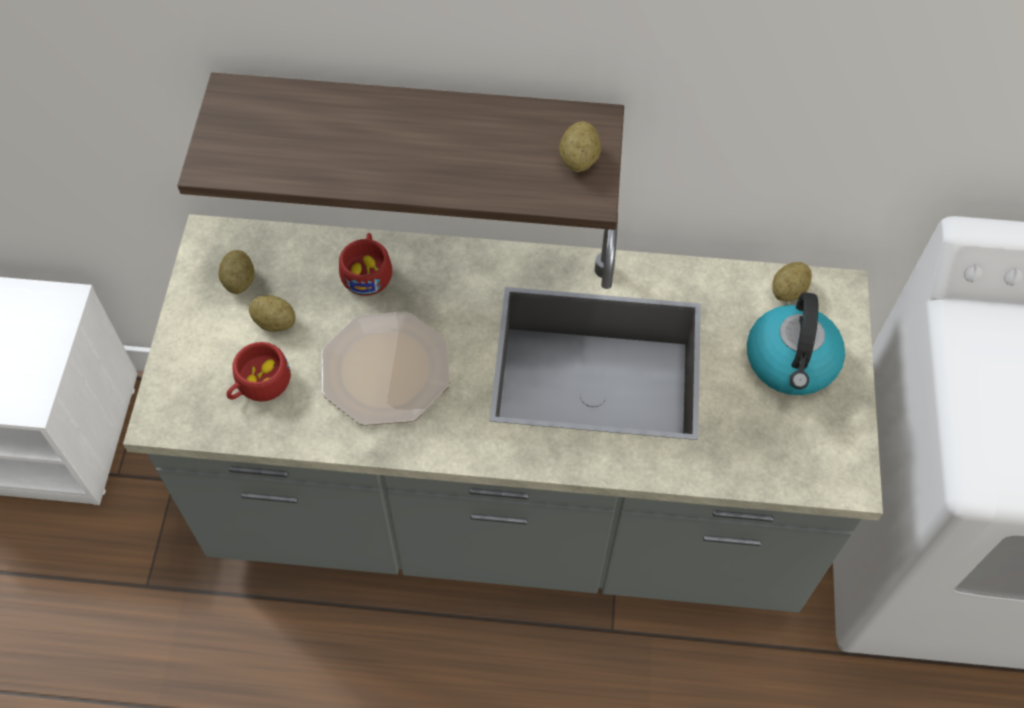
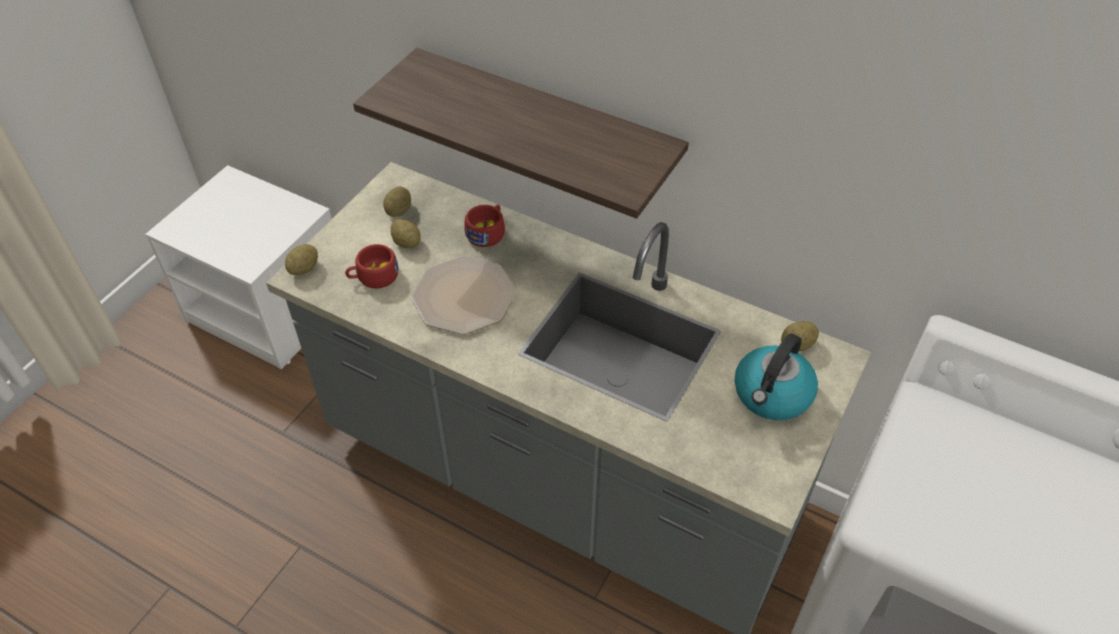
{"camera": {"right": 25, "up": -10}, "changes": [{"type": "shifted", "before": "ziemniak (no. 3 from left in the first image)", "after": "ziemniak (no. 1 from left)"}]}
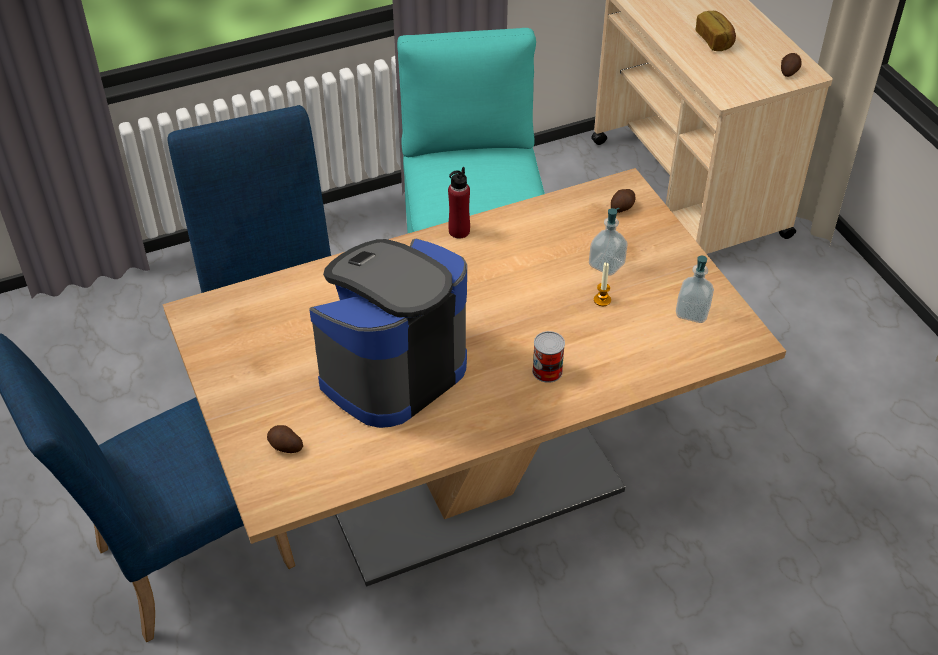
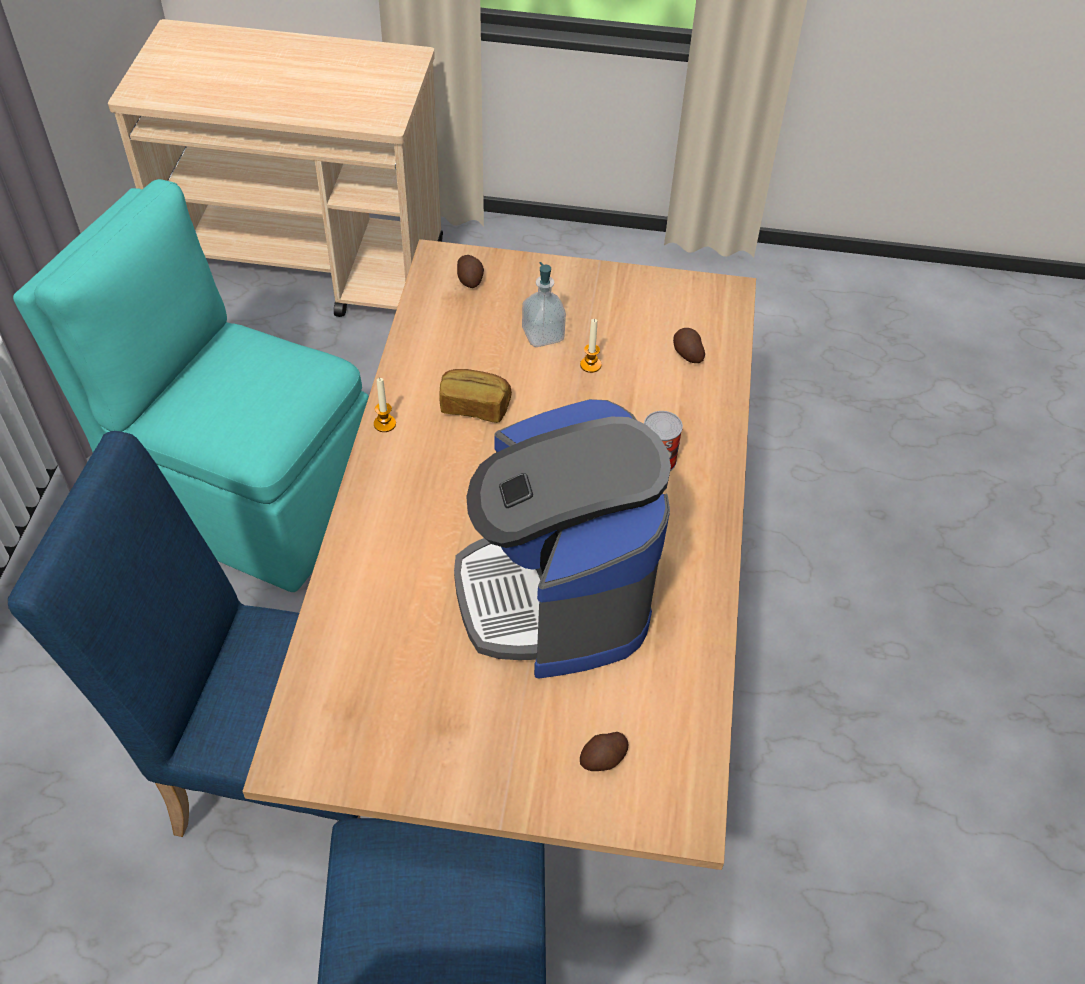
{"camera": {"right": -60, "up": 5}, "changes": [{"type": "gone", "before": "dozownik mydła (no. 2 from left)"}, {"type": "shifted", "before": "chleb"}, {"type": "shifted", "before": "ziemniak (no. 3 from left)"}, {"type": "swapped", "before": "butelka/czerwony", "after": "świeca (no. 1 from left)"}]}
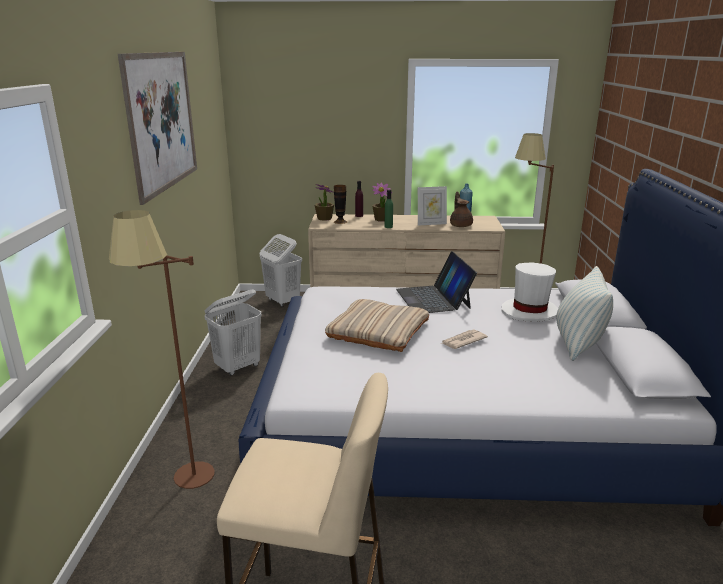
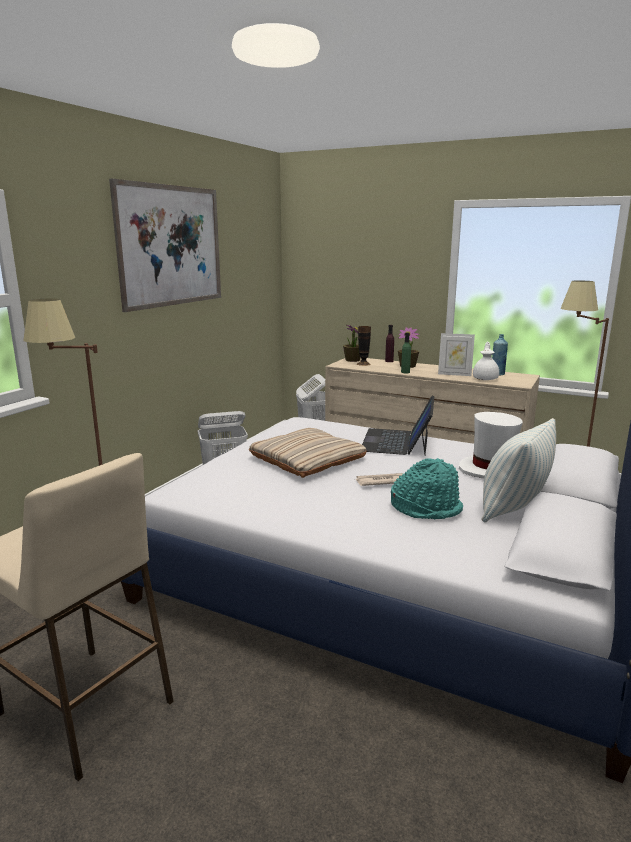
{"camera": {"right": 25, "up": -5}, "changes": [{"type": "new", "after": "kapelusz/turkusowy"}, {"type": "repainted", "before": "imbryk/brązowy", "after": "imbryk/biały"}]}
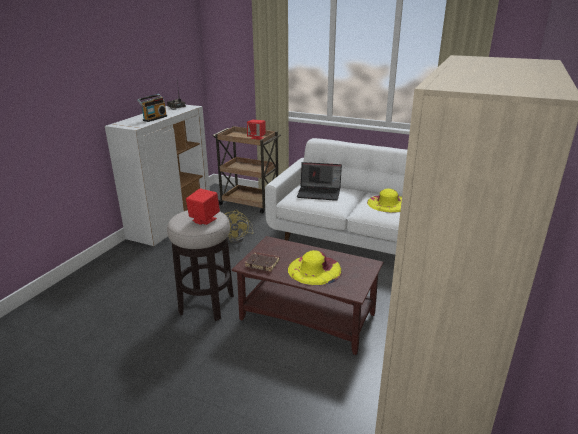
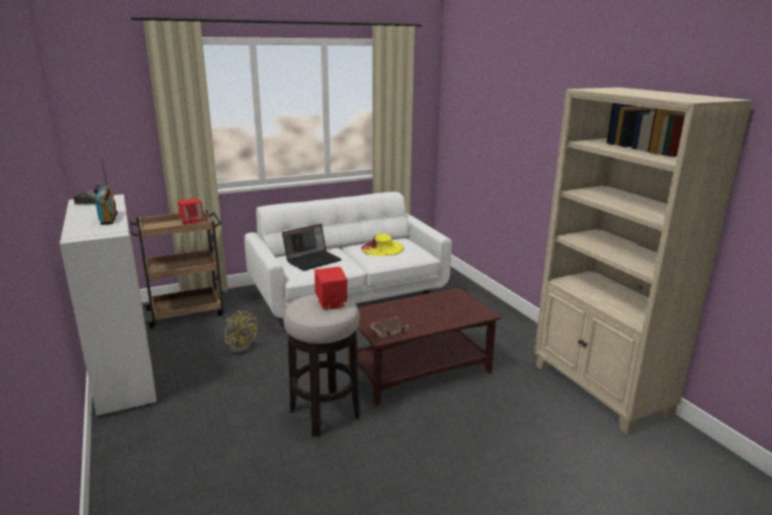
{"camera": {"right": -50, "up": -5}, "changes": [{"type": "gone", "before": "kapelusz/żółty (no. 1 from left)"}]}
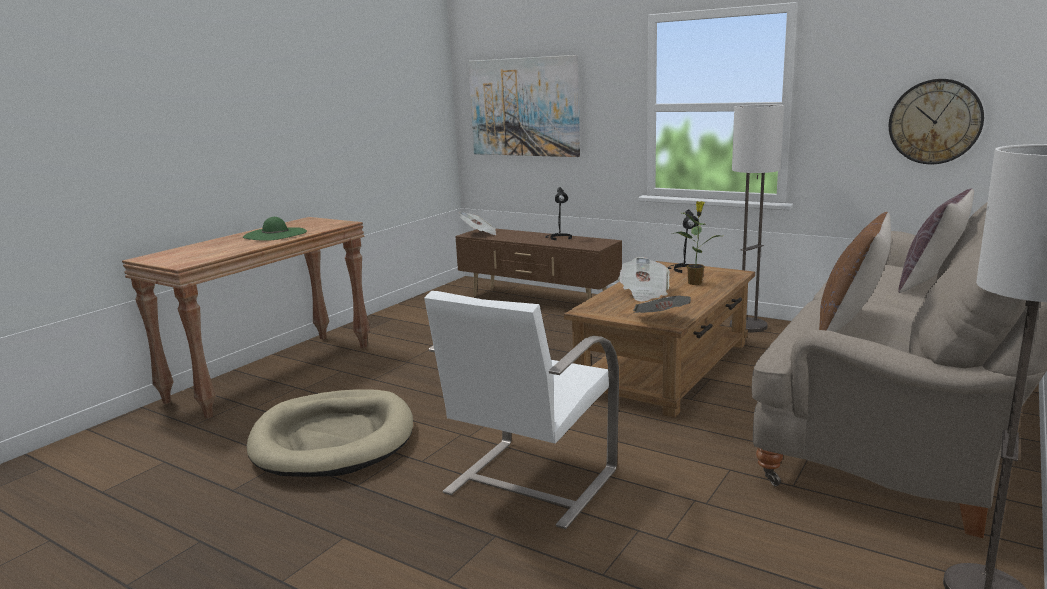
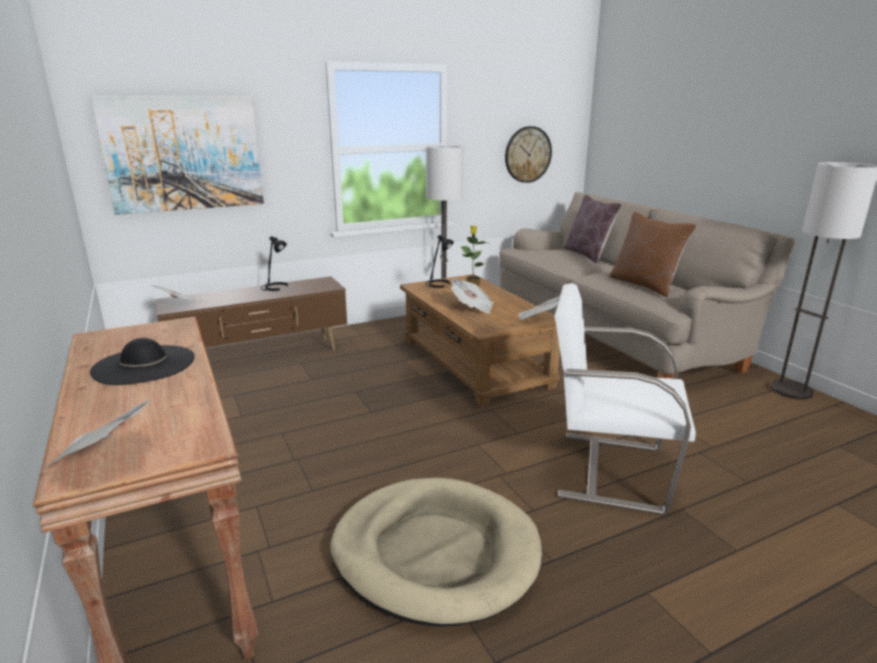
{"camera": {"right": -60, "up": 5}, "changes": [{"type": "new", "after": "gazeta (no. 1 from left)"}, {"type": "repainted", "before": "kapelusz/zielony", "after": "kapelusz/czarny"}, {"type": "rotated", "before": "fotel/biały", "turn": 135}]}
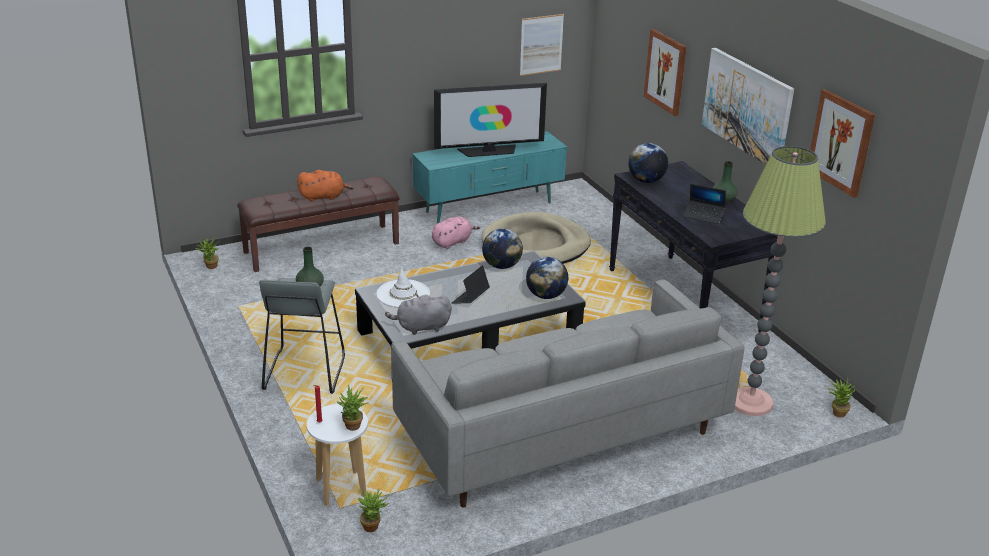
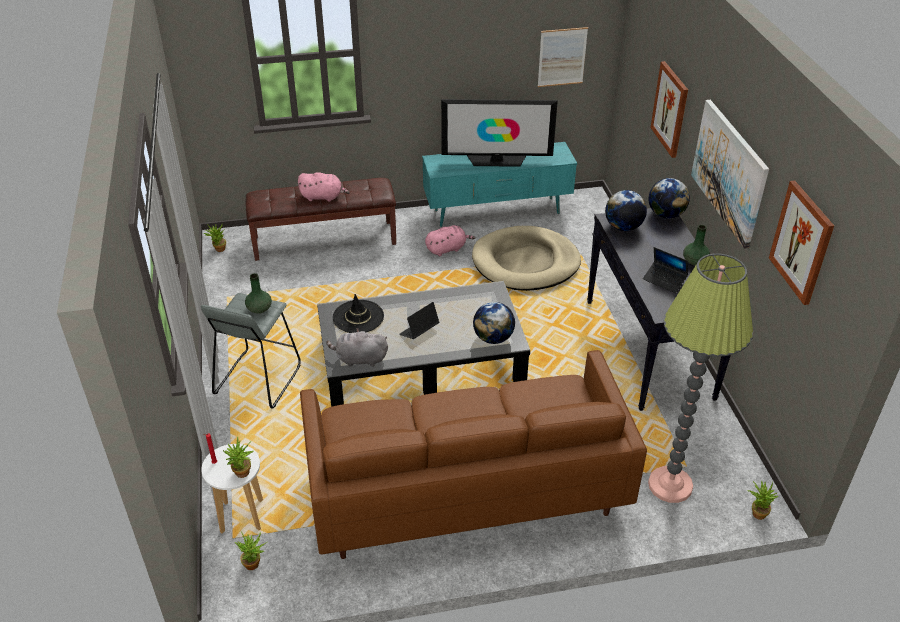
{"camera": {"right": 15, "up": 10}, "changes": [{"type": "shifted", "before": "globus (no. 1 from left in the first image)", "after": "globus (no. 3 from left)"}, {"type": "repainted", "before": "pluszak/pomarańczowy", "after": "pluszak/różowy (no. 1 from left)"}, {"type": "repainted", "before": "kapelusz/biały", "after": "kapelusz/czarny"}, {"type": "repainted", "before": "kanapa/szary", "after": "kanapa/brązowy"}]}
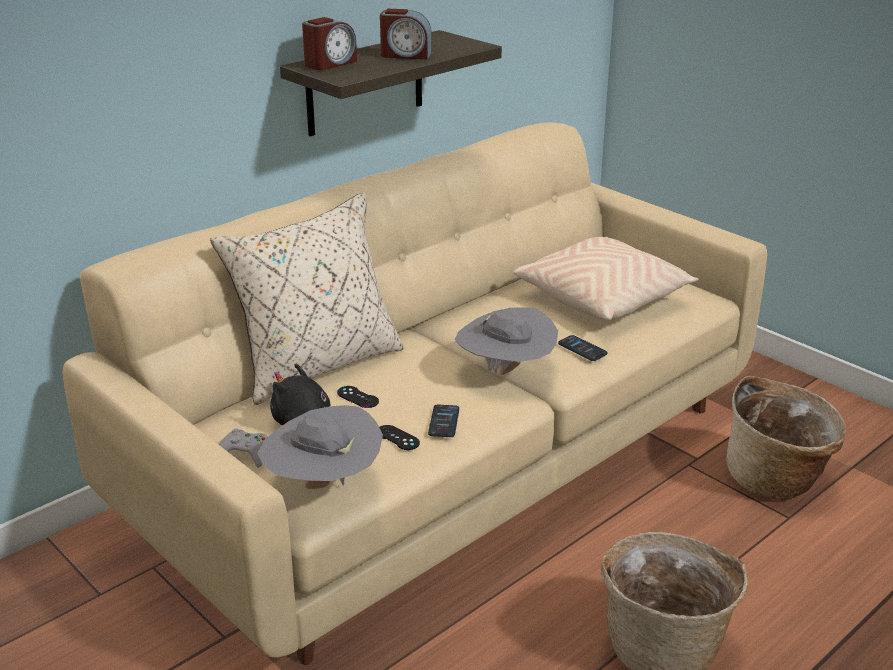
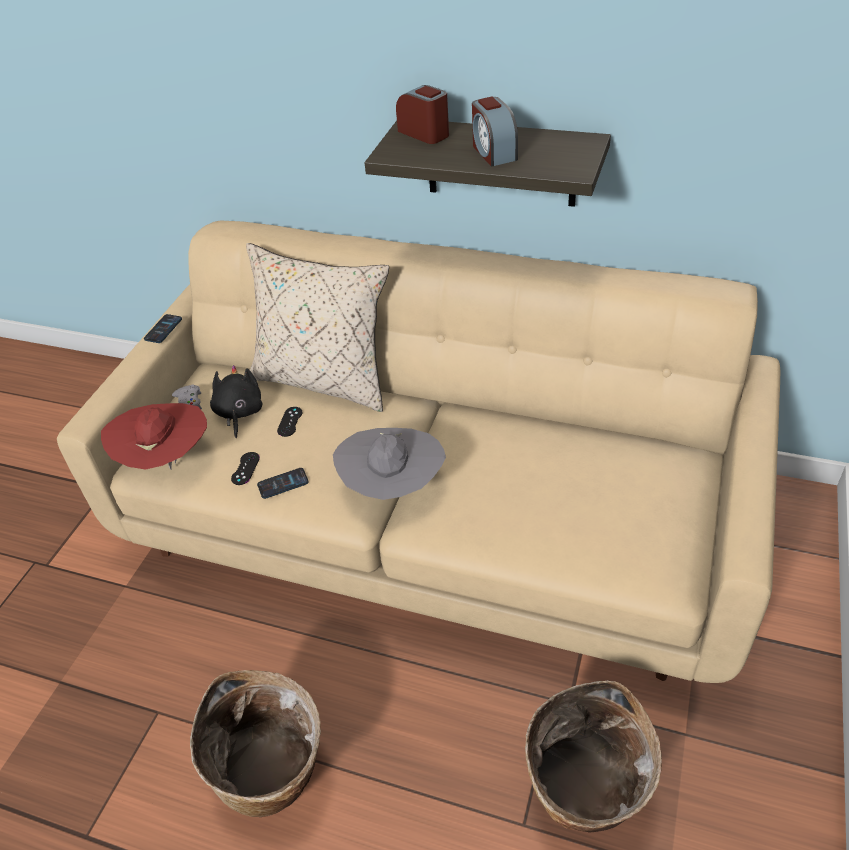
{"camera": {"right": 65, "up": 15}, "changes": [{"type": "gone", "before": "poduszka/beżowy (no. 2 from left)"}, {"type": "shifted", "before": "telefon (no. 2 from left in the first image)", "after": "telefon (no. 1 from left)"}, {"type": "repainted", "before": "kapelusz/szary (no. 1 from left)", "after": "kapelusz/czerwony"}, {"type": "rotated", "before": "budzik (no. 1 from left)", "turn": -150}]}
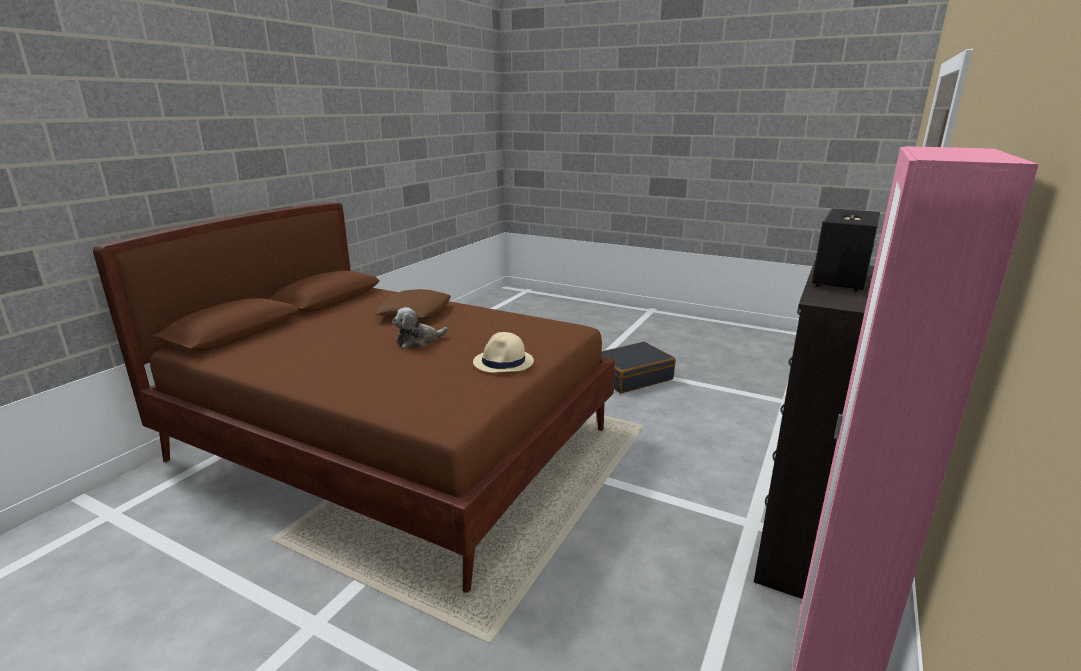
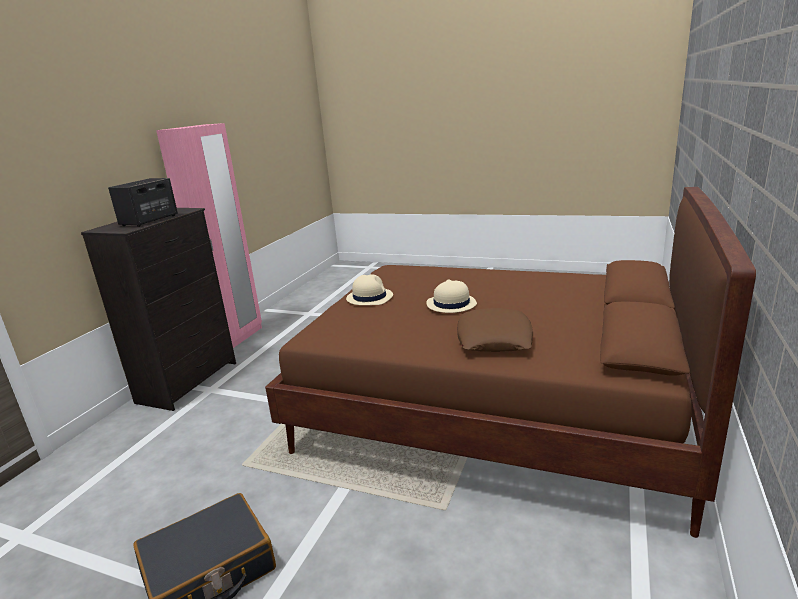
{"camera": {"right": 175, "up": 0}, "changes": [{"type": "swapped", "before": "pluszak", "after": "kapelusz/beżowy (no. 2 from left)"}]}
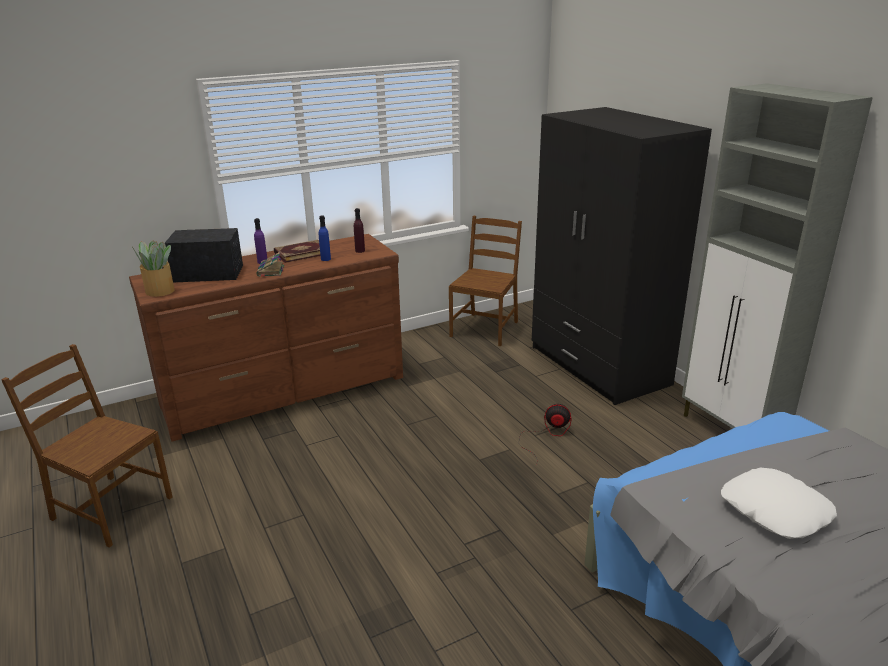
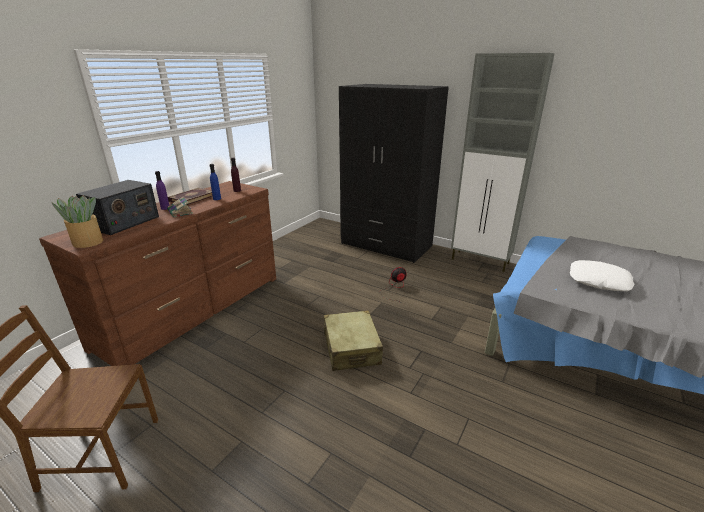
{"camera": {"right": -30, "up": 0}, "changes": [{"type": "gone", "before": "krzesło/brązowy (no. 2 from left)"}, {"type": "new", "after": "walizka/beżowy"}, {"type": "rotated", "before": "radio", "turn": 150}]}
